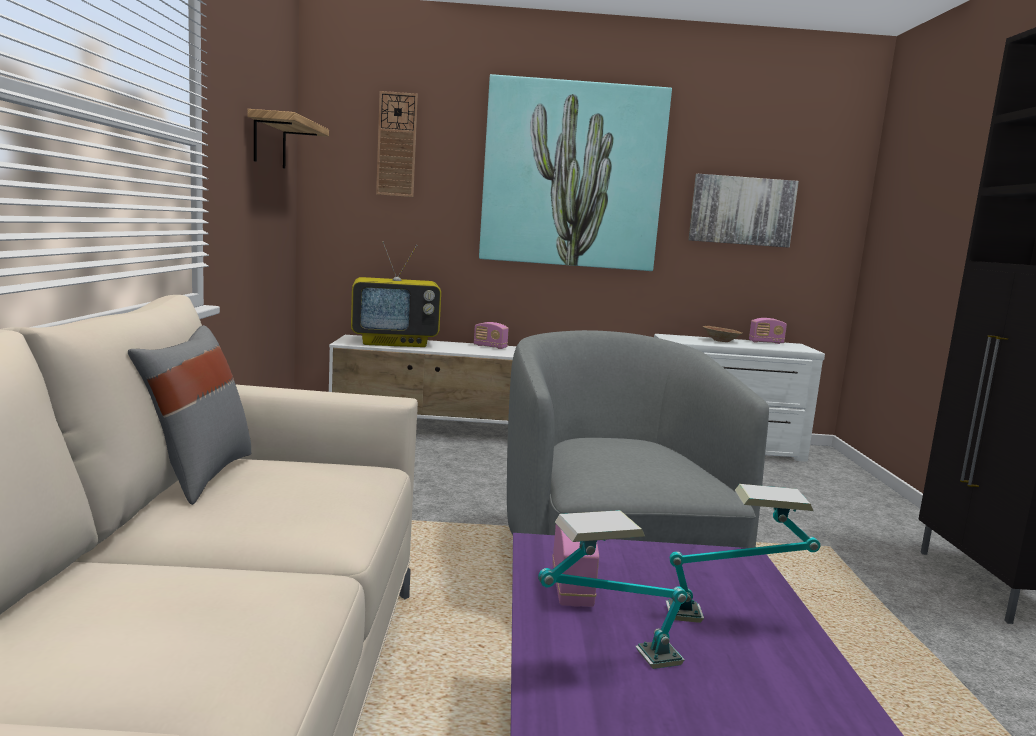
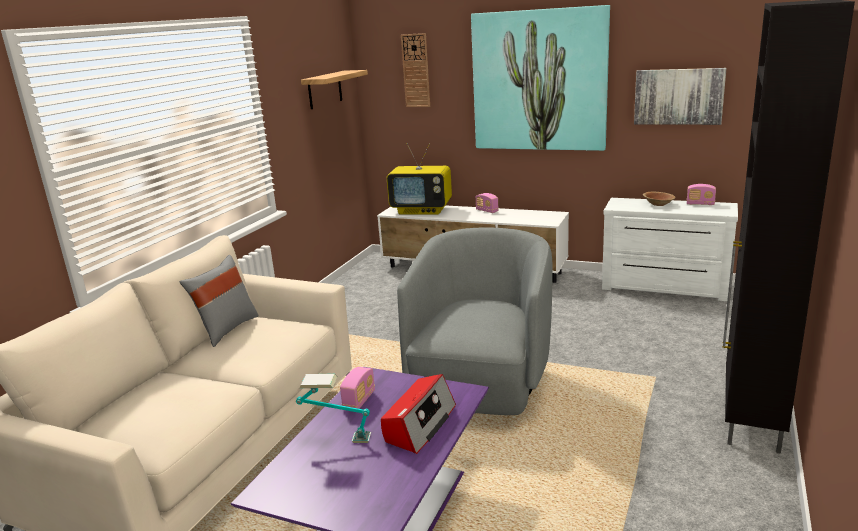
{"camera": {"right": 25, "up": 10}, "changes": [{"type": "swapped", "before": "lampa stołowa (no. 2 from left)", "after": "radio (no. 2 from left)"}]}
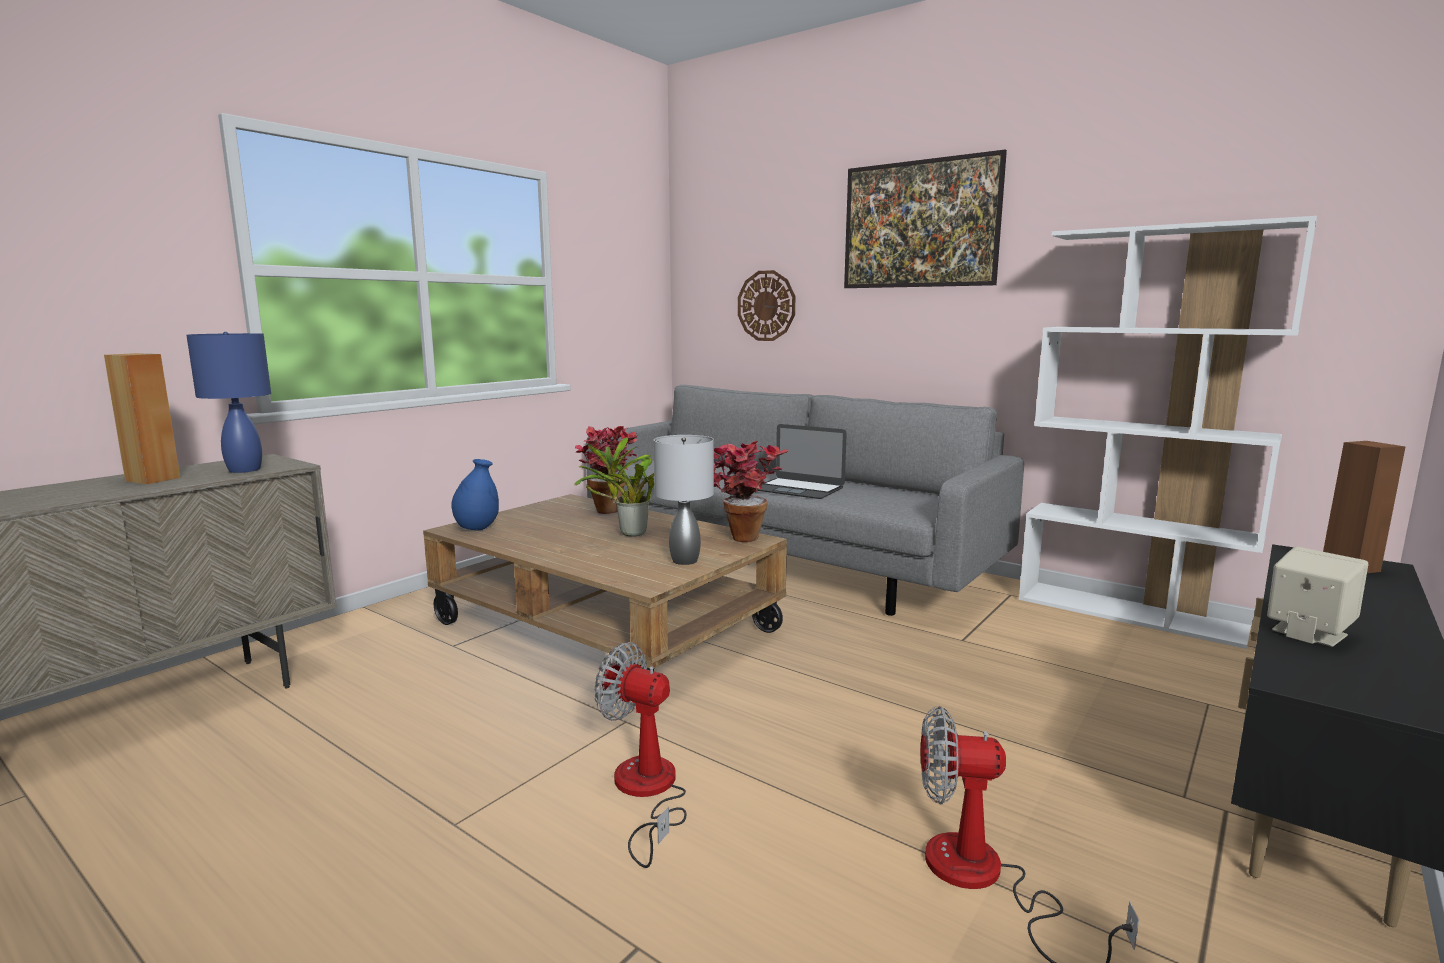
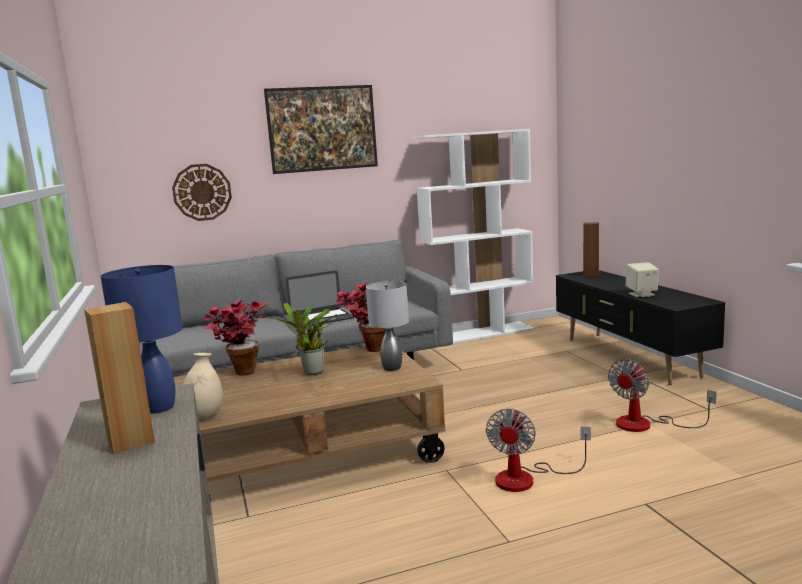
{"camera": {"right": -55, "up": 0}, "changes": [{"type": "repainted", "before": "wazon/niebieski", "after": "wazon/beżowy"}, {"type": "rotated", "before": "wentylator (no. 1 from left)", "turn": -45}]}
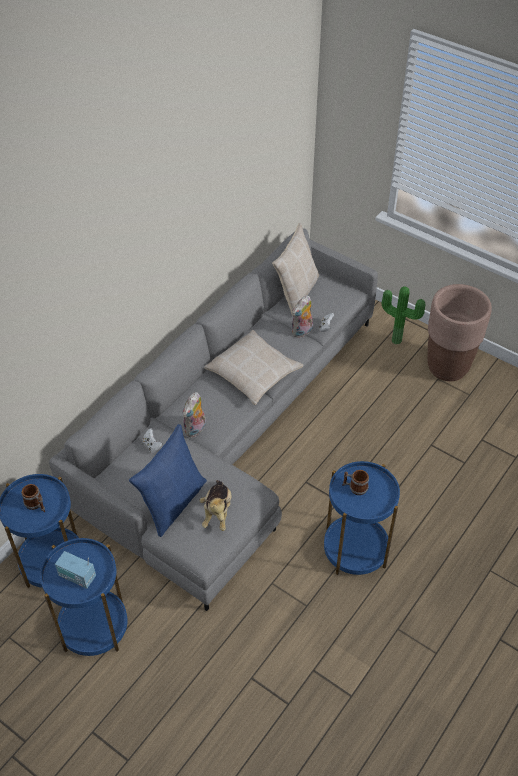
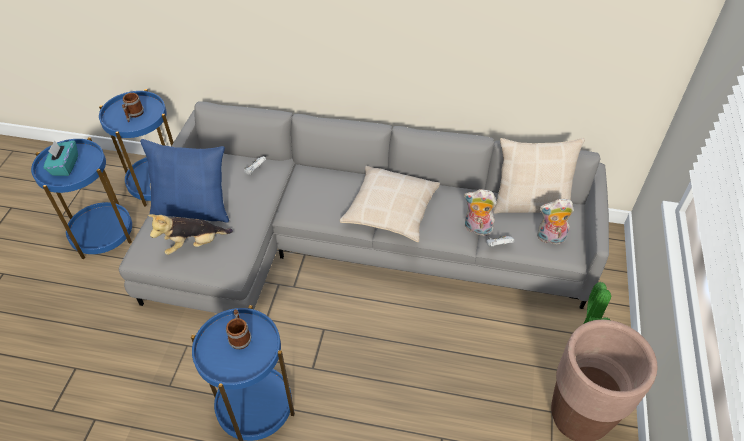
{"camera": {"right": 65, "up": 0}, "changes": [{"type": "shifted", "before": "pluszak (no. 1 from left in the first image)", "after": "pluszak (no. 3 from left)"}, {"type": "swapped", "before": "radio", "after": "pudełko chusteczek/turkusowy"}]}
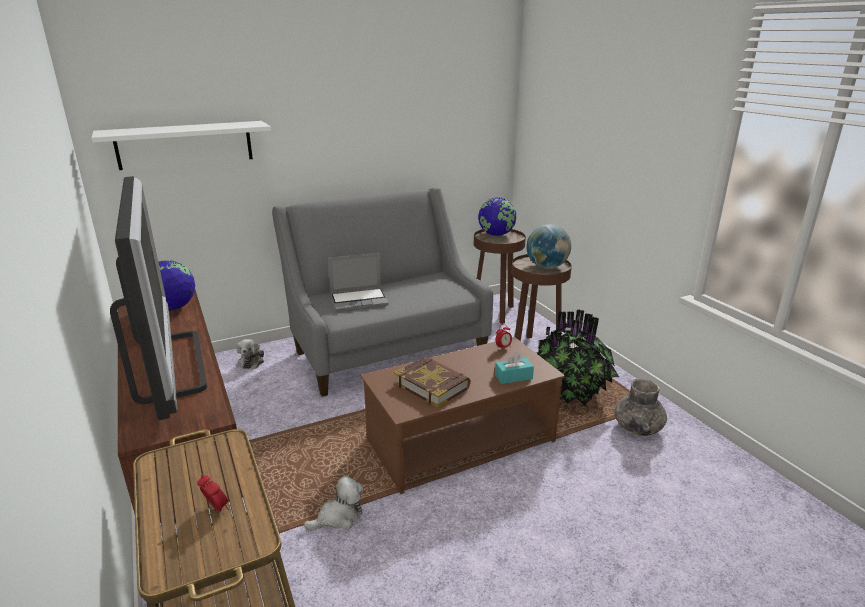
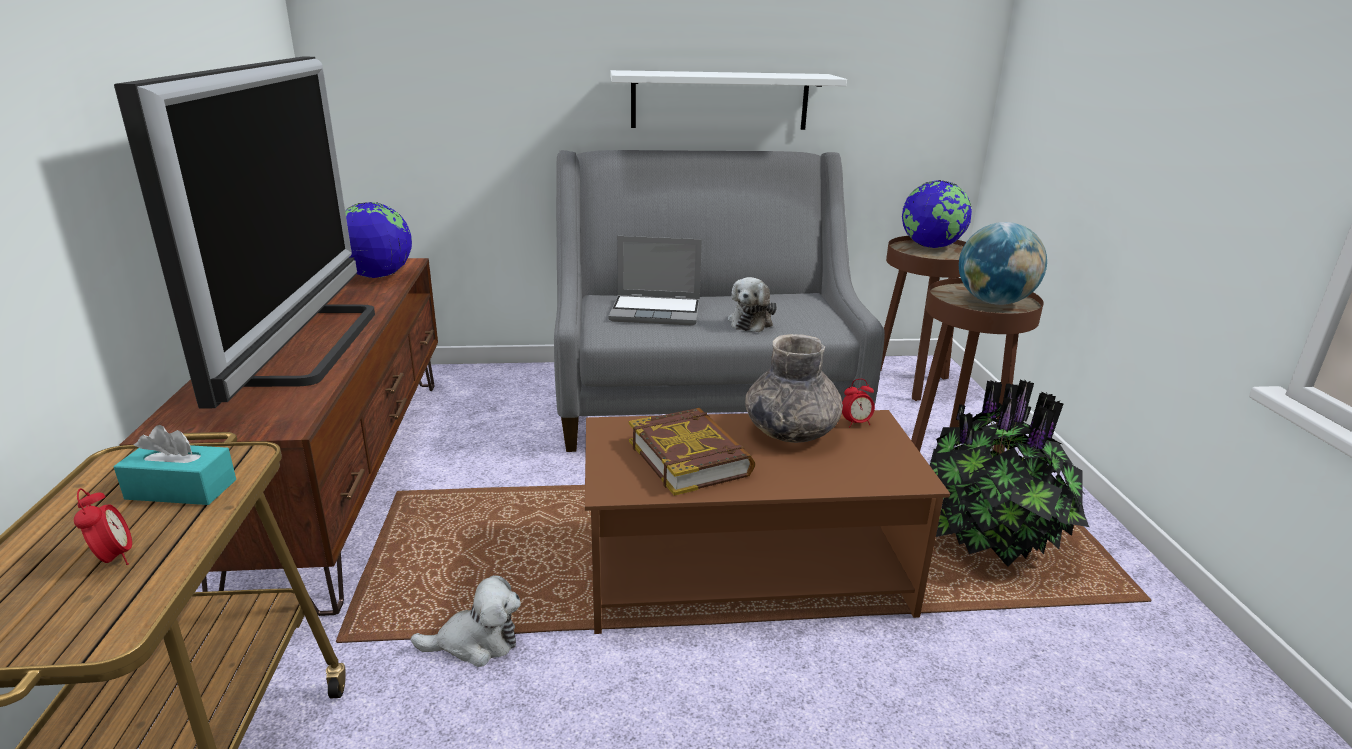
{"camera": {"right": 20, "up": 0}, "changes": [{"type": "shifted", "before": "półka/biały"}, {"type": "shifted", "before": "pluszak (no. 1 from left in the first image)", "after": "pluszak (no. 2 from left)"}, {"type": "shifted", "before": "pudełko chusteczek/turkusowy"}, {"type": "shifted", "before": "wazon/szary"}]}
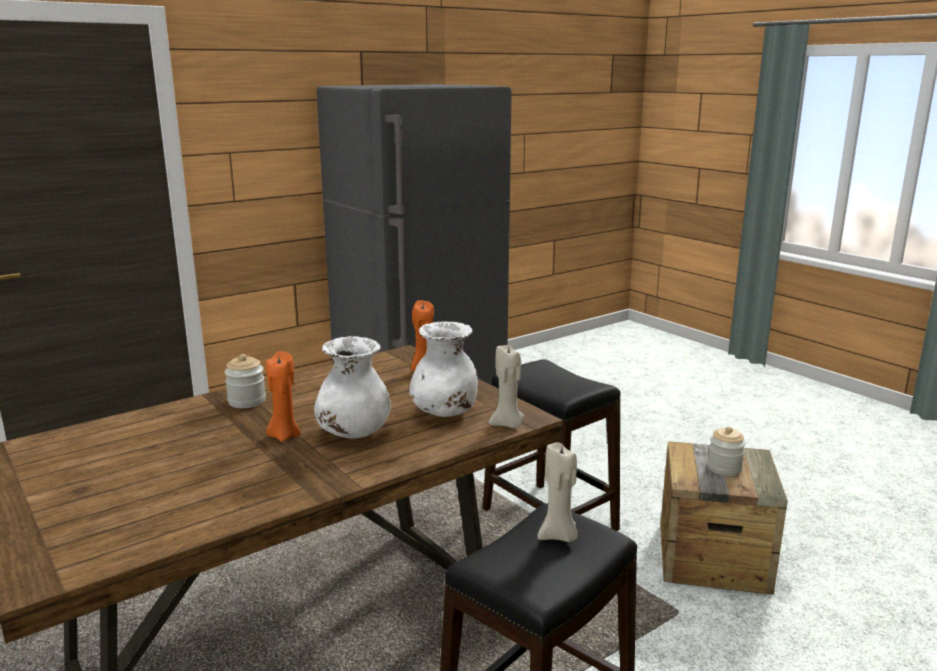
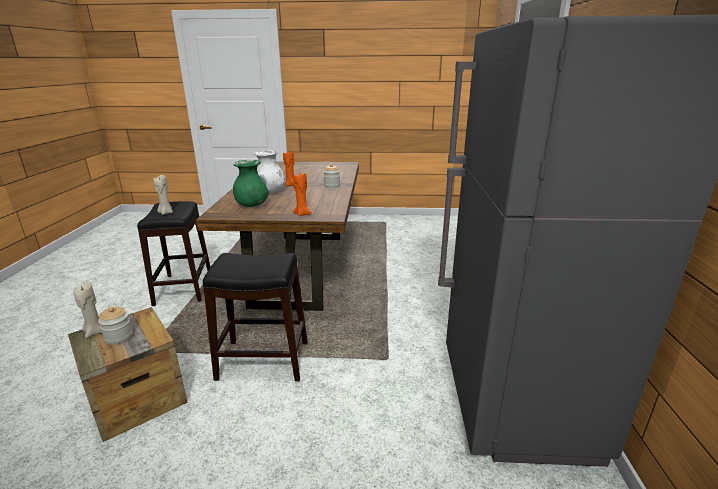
{"camera": {"right": 130, "up": 5}, "changes": [{"type": "shifted", "before": "świeca/beżowy (no. 1 from left)"}, {"type": "repainted", "before": "wazon/biały (no. 2 from left)", "after": "wazon/zielony"}]}
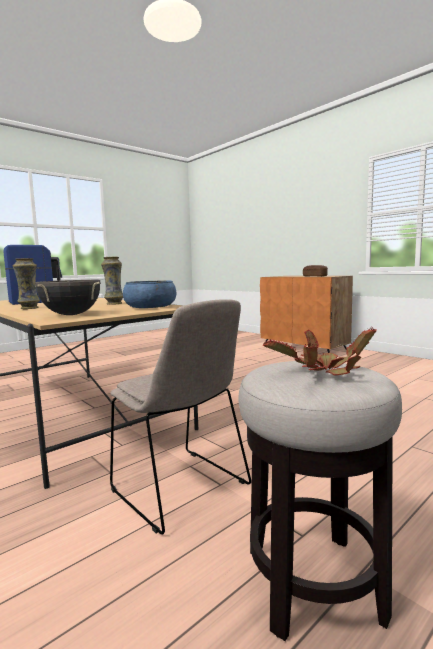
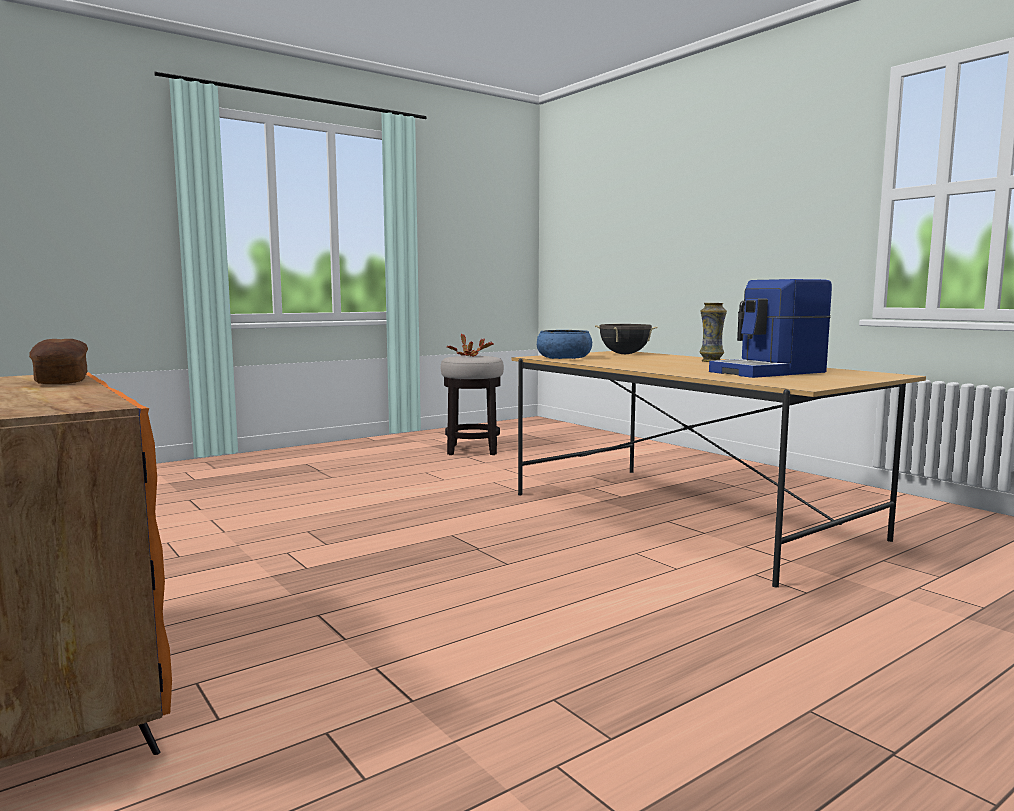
{"camera": {"right": -175, "up": 0}, "changes": [{"type": "gone", "before": "wazon (no. 2 from left)"}, {"type": "gone", "before": "krzesło/beżowy"}]}
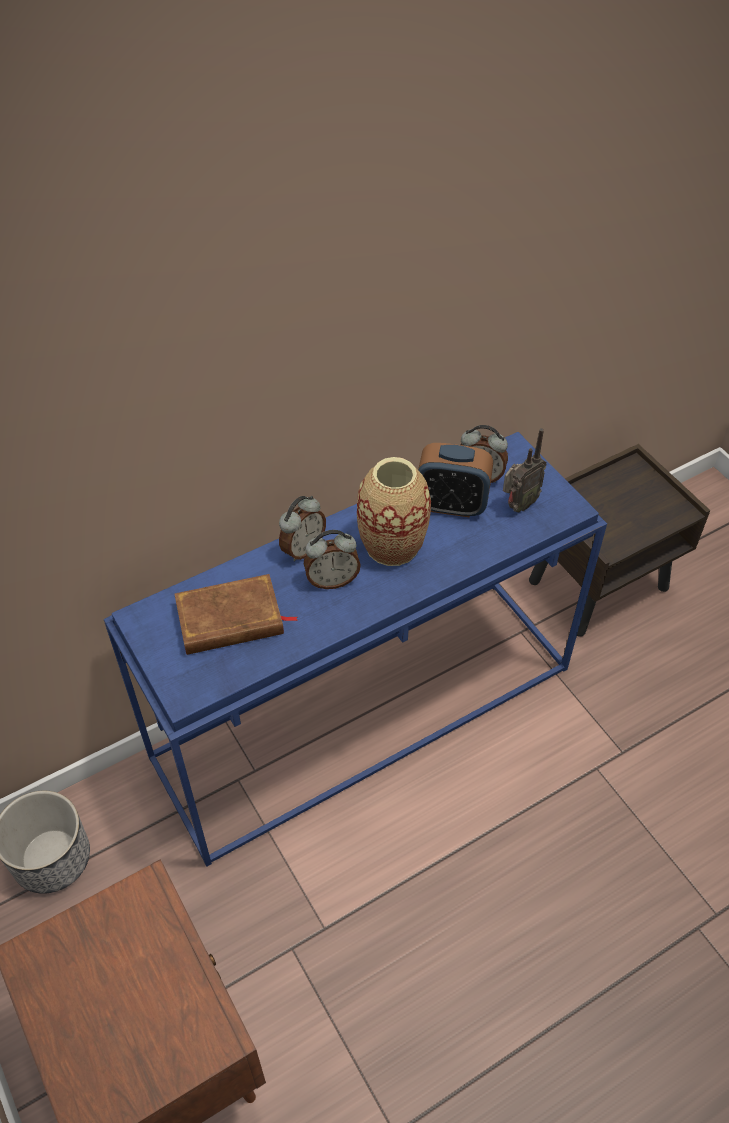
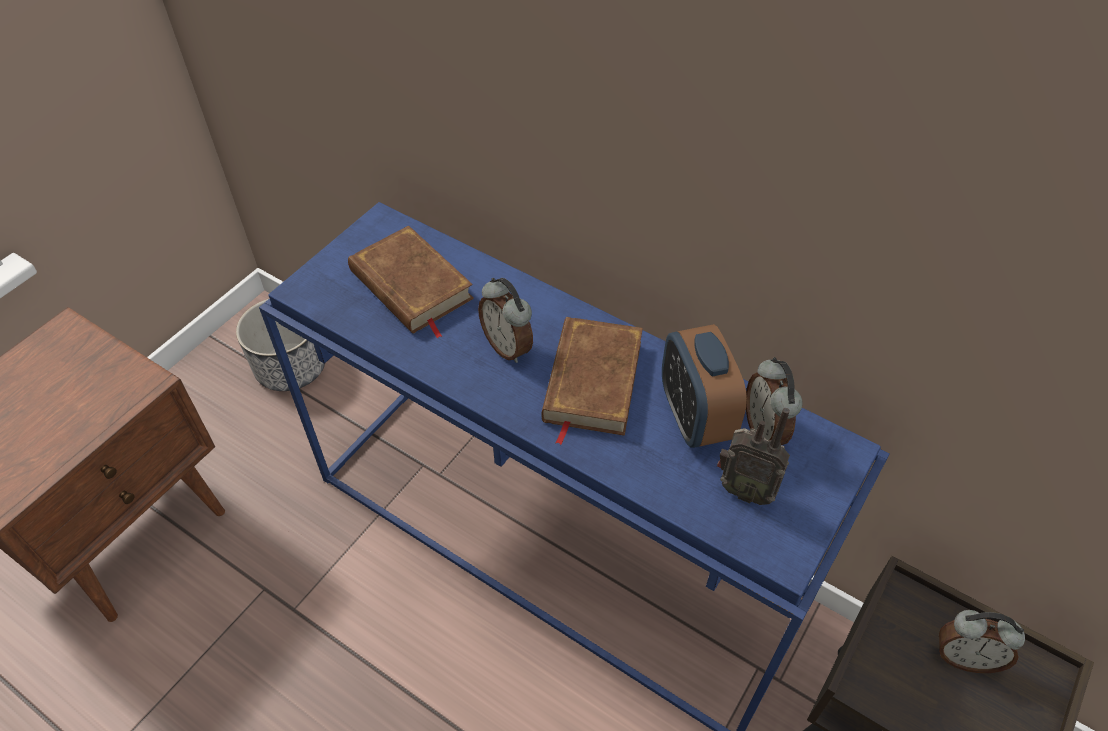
{"camera": {"right": 65, "up": 0}, "changes": [{"type": "shifted", "before": "budzik (no. 1 from left in the first image)", "after": "budzik (no. 4 from left)"}, {"type": "swapped", "before": "wazon", "after": "książka/brązowy (no. 2 from left)"}]}
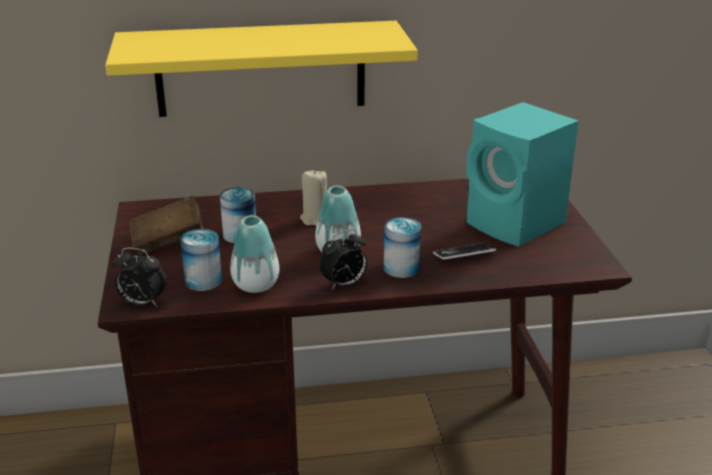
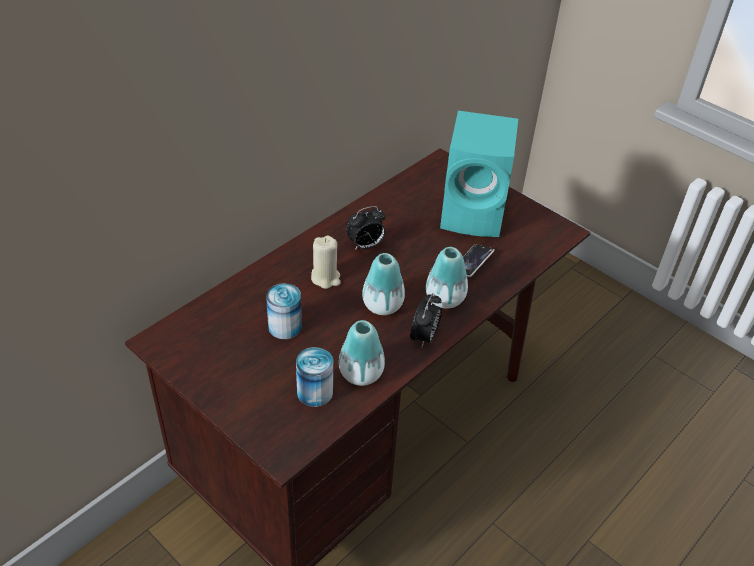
{"camera": {"right": -40, "up": 15}, "changes": [{"type": "gone", "before": "półka/żółty"}, {"type": "gone", "before": "książka/brązowy"}, {"type": "shifted", "before": "budzik (no. 1 from left)"}, {"type": "swapped", "before": "puszka (no. 3 from left)", "after": "wazon (no. 3 from left)"}]}
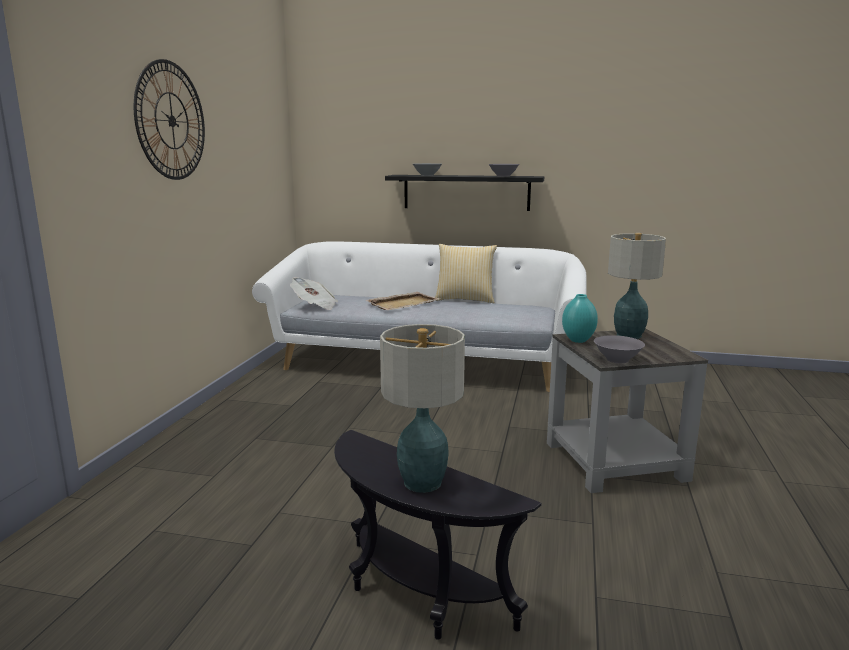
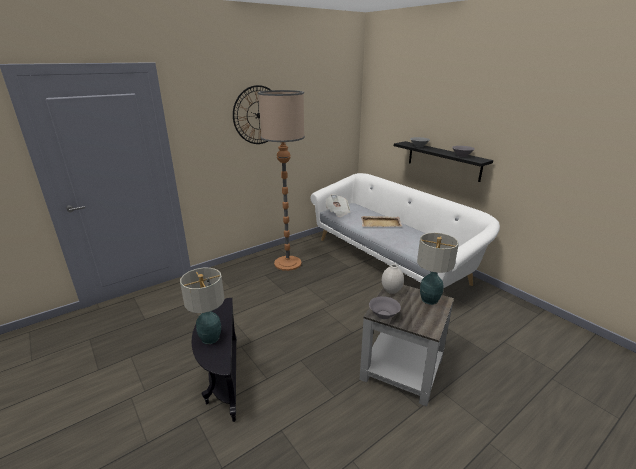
{"camera": {"right": 40, "up": 10}, "changes": [{"type": "gone", "before": "poduszka"}, {"type": "new", "after": "lampa stojąca"}, {"type": "repainted", "before": "wazon/turkusowy", "after": "wazon/biały"}]}
